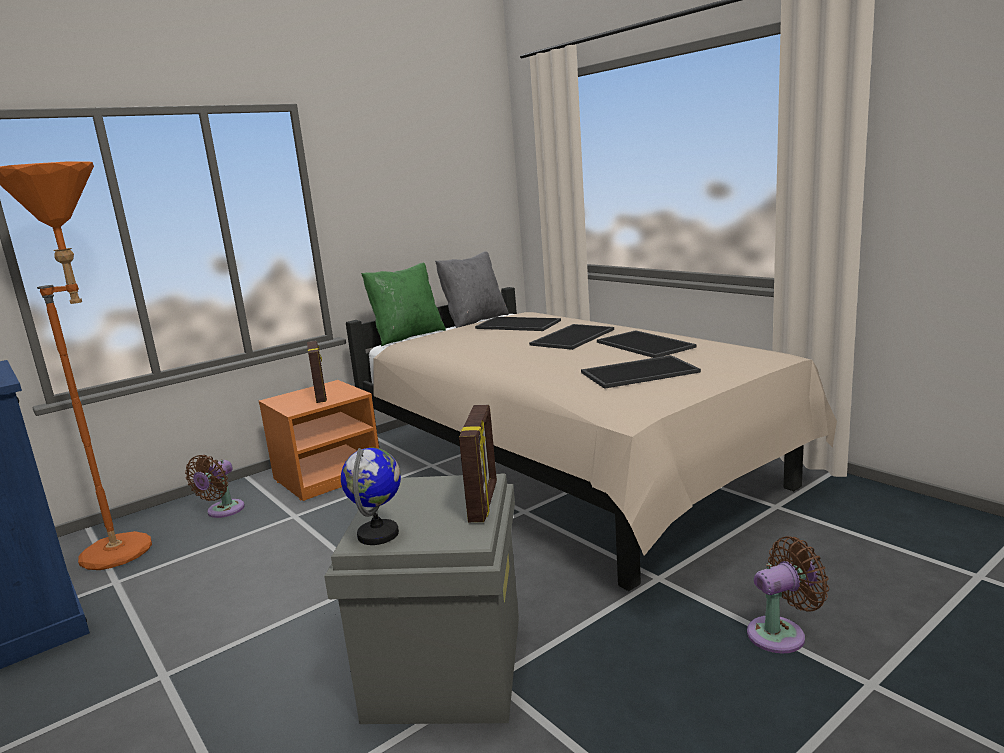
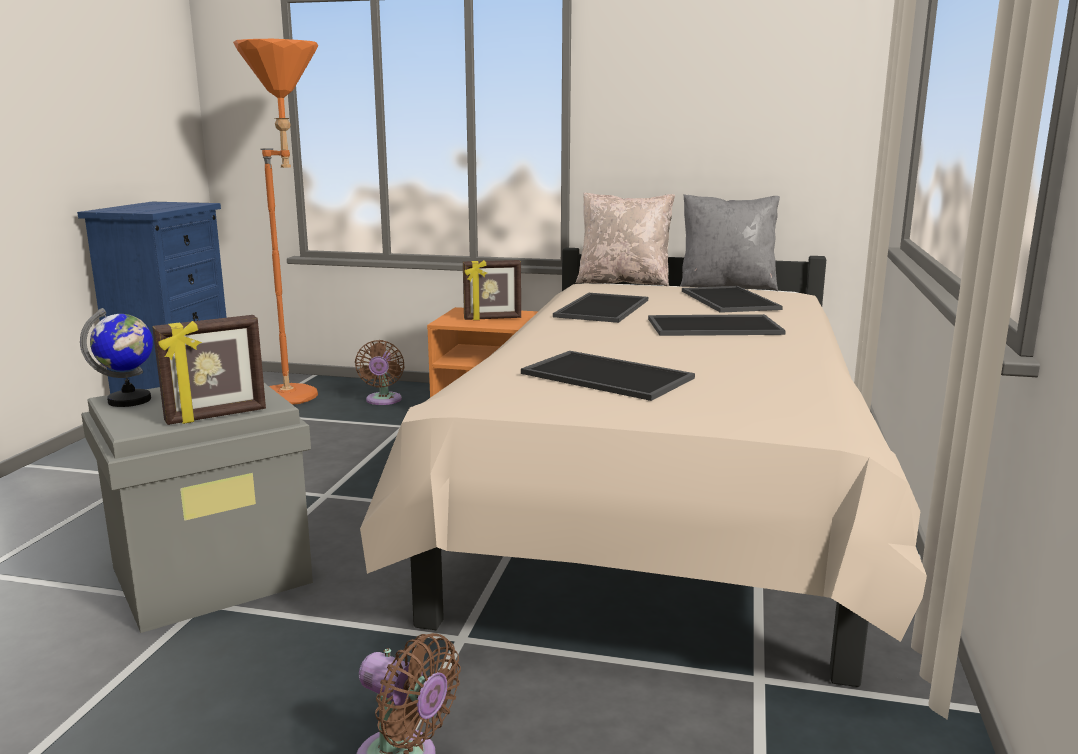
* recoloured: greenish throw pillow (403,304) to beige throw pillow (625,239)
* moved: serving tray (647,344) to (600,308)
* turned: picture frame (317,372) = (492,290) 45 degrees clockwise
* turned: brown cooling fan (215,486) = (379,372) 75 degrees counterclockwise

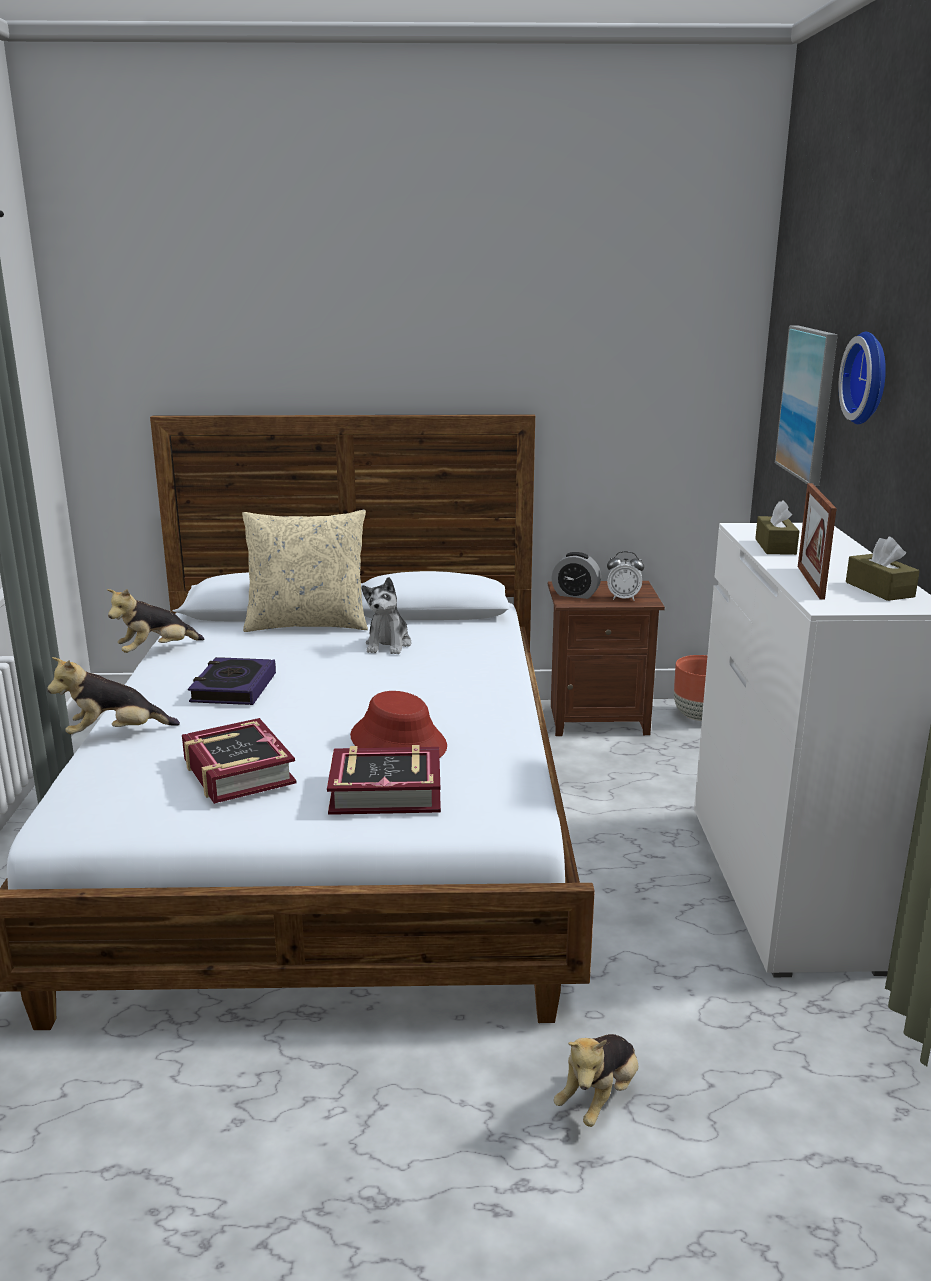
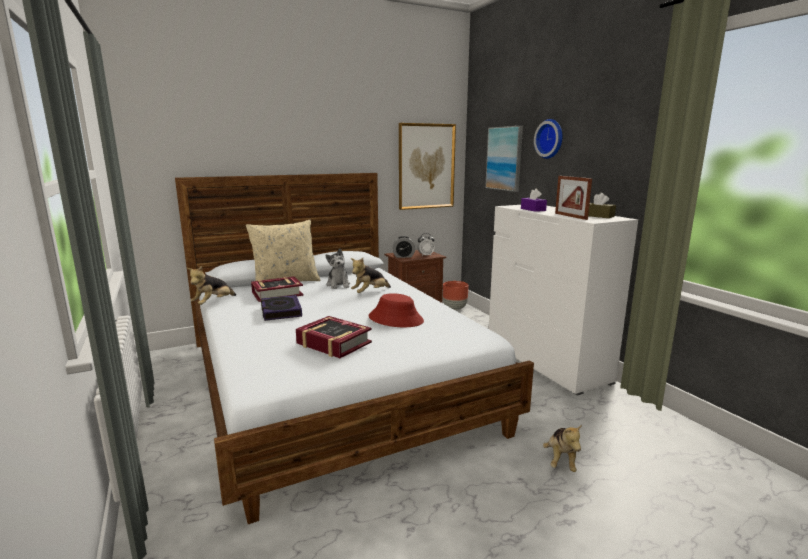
* recoloured: brown tissue holder (777,527) to purple tissue holder (534,200)
* moved: soft toy (113,695) to (371,275)
* moved: volume (384,780) to (277,289)
* added: picture (427,166)

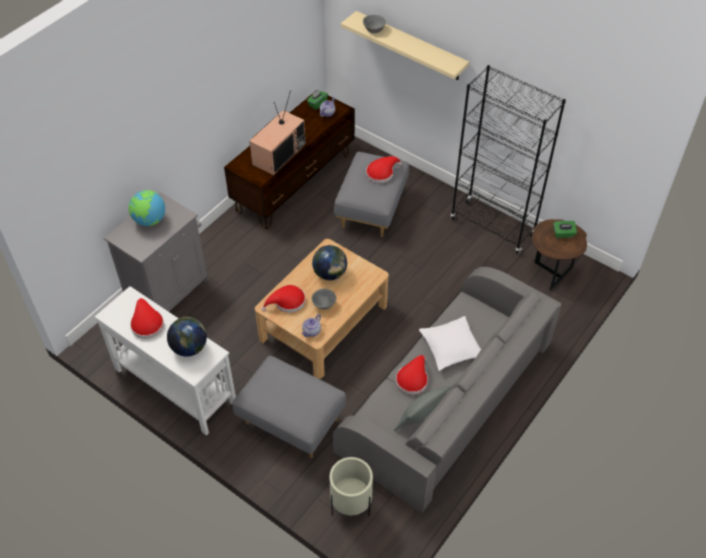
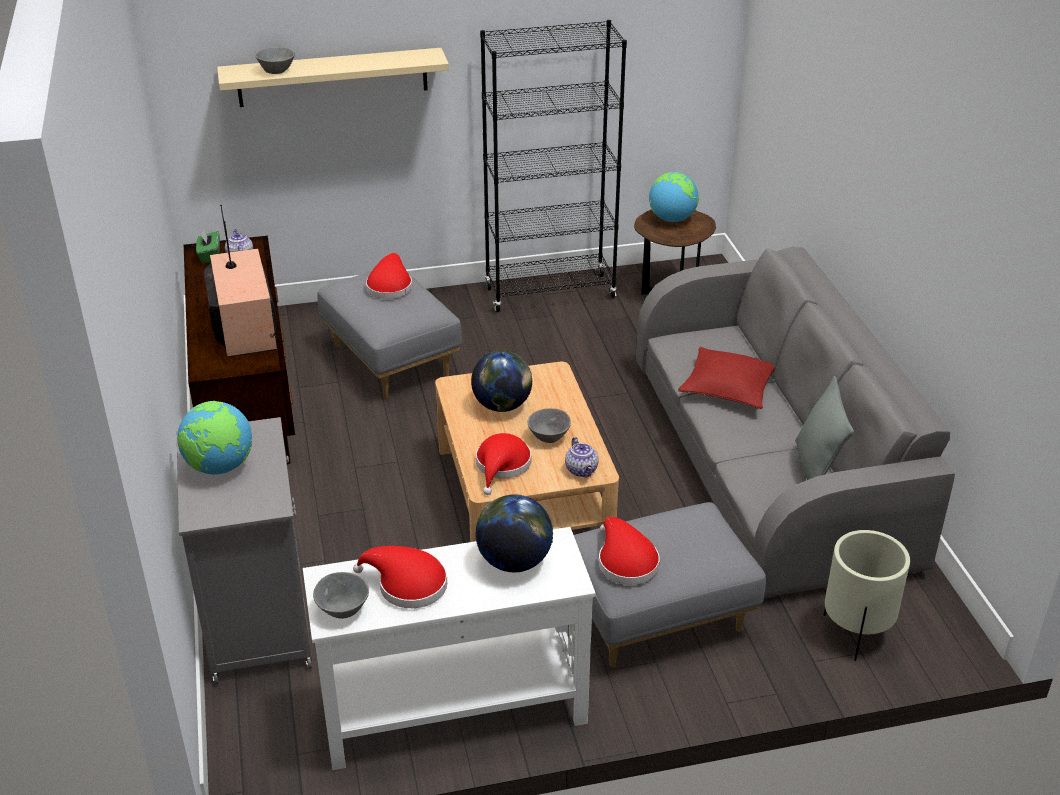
* replaced: greenish tissue holder (565,229) to desk globe (674,197)
* recoloured: white throw pillow (450,343) to red-coloured throw pillow (726,378)
* moved: red-coloured hat (412,375) to (629,551)
* added: gray serving bowl (341,595)

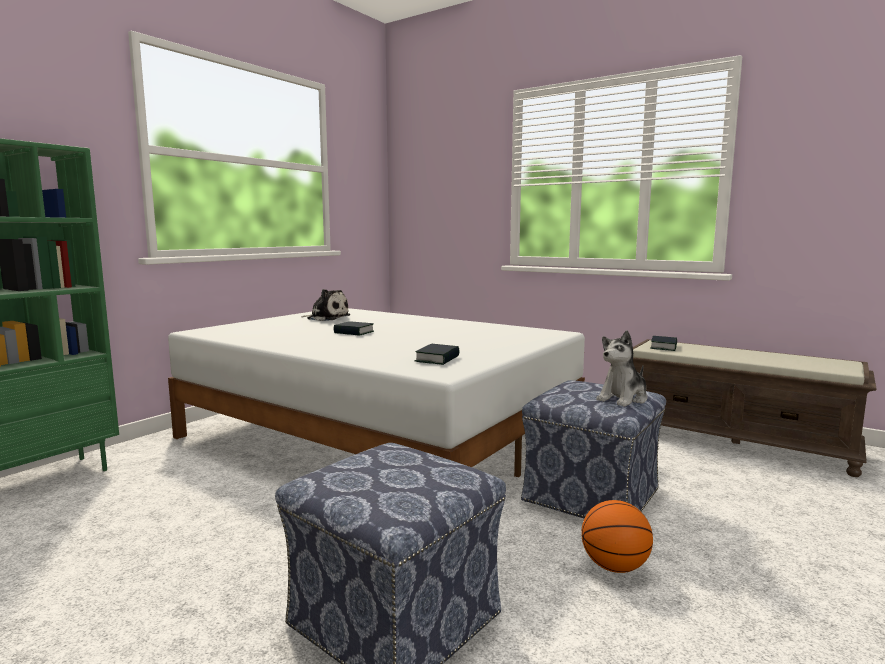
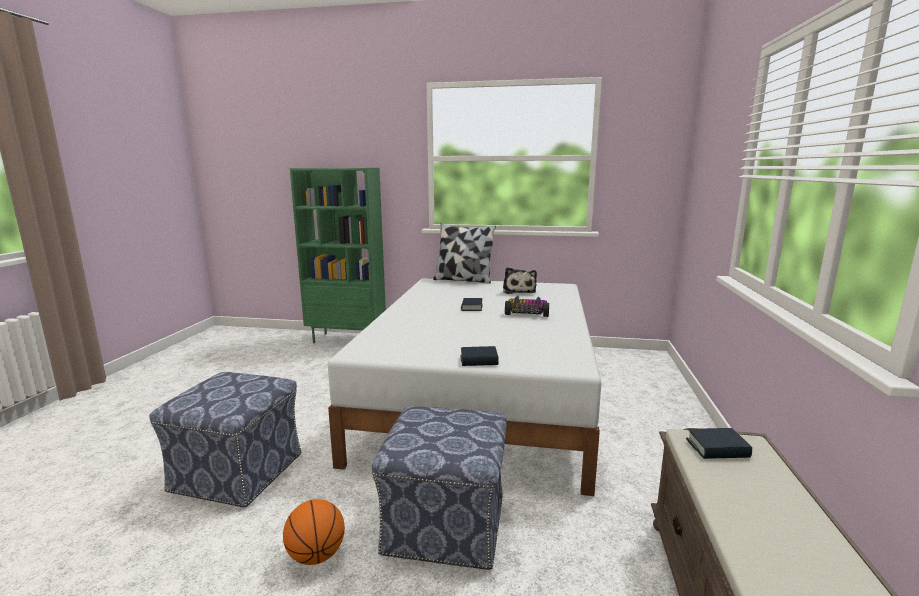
* removed: soft toy (622,368)
* moved: volume (437,354) to (479,356)
* added: throw pillow (464,253)
* added: miniature car (527,306)

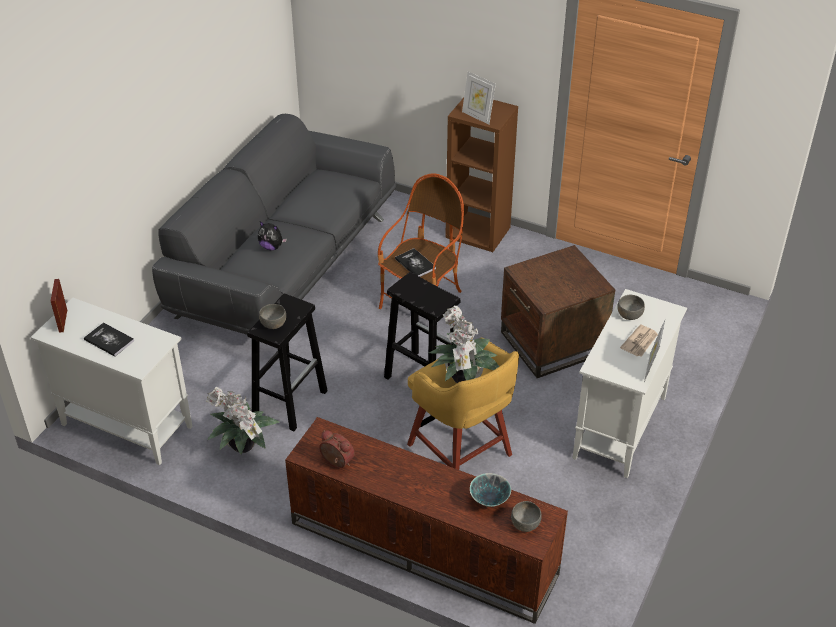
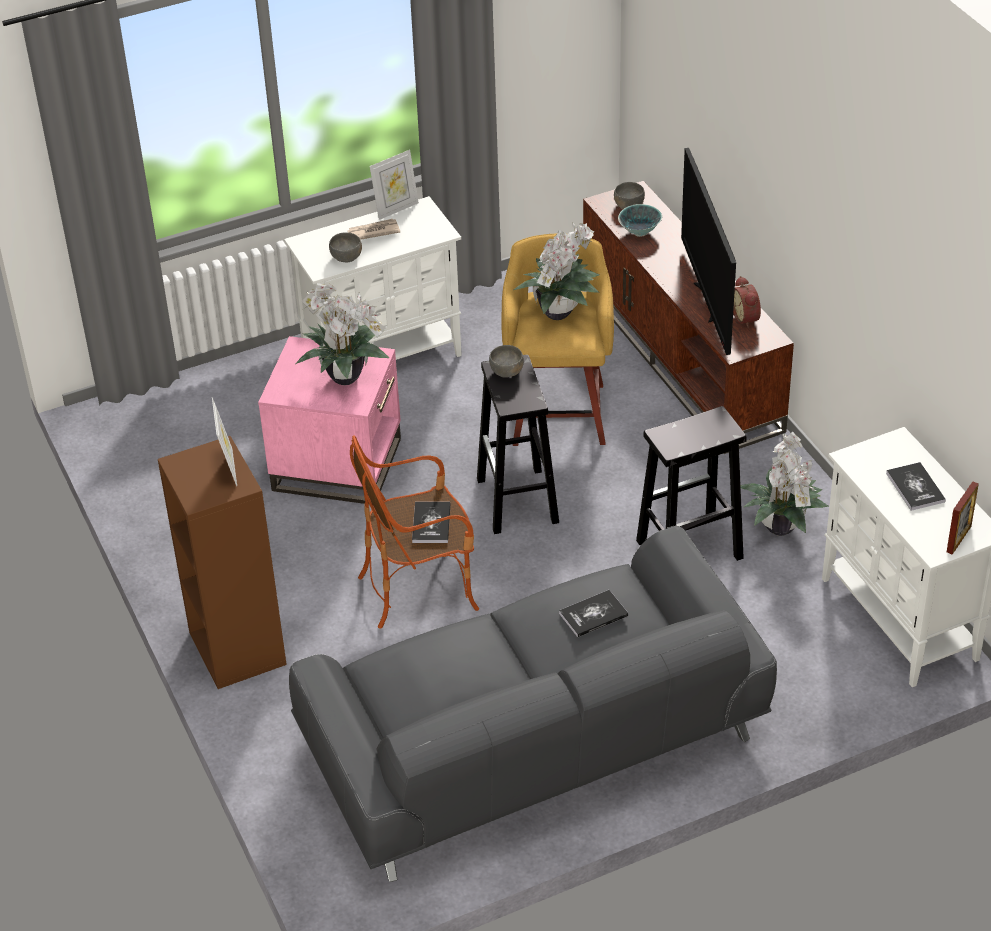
* replaced: soft toy (272,236) to volume (594,613)
* recoloured: brown side table (558,311) to pink-coloured side table (329,420)
* moved: gray serving bowl (272,316) to (506,361)
* added: TV set (708,251)
* added: plant in a pot (342,334)

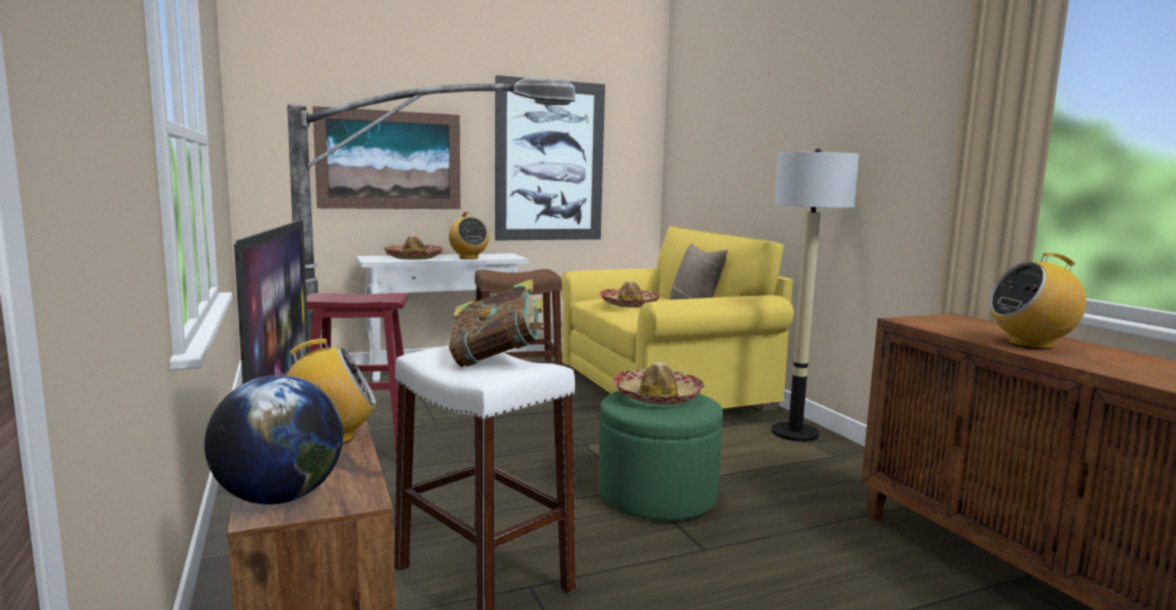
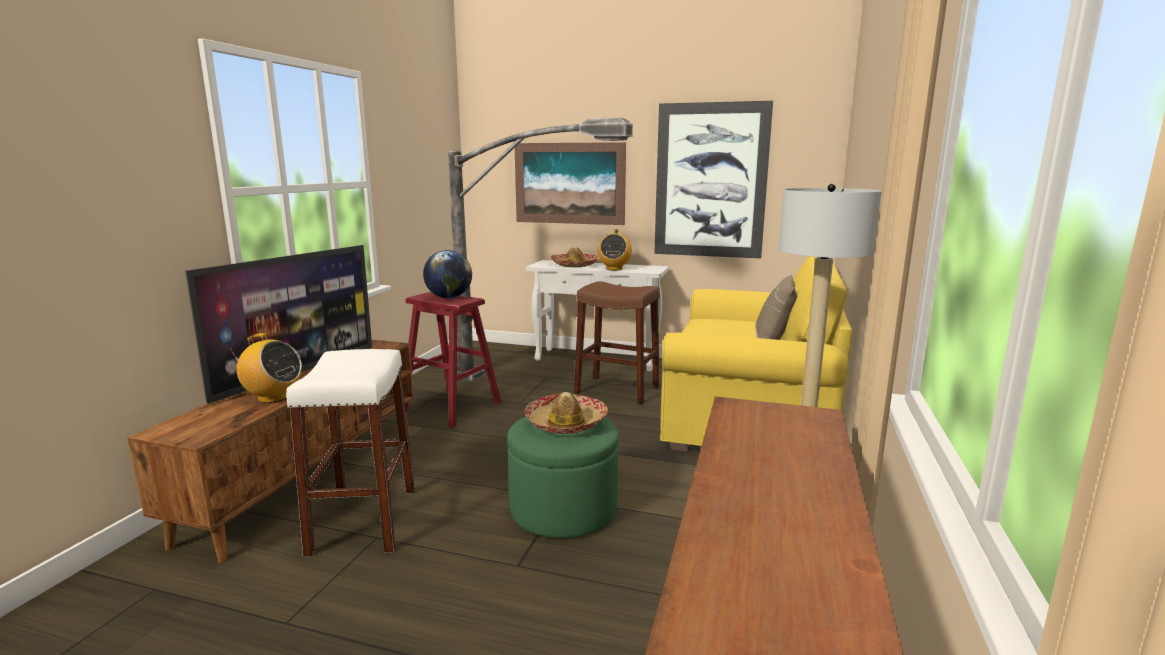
* removed: radio receiver (1037,301)
* removed: volume (496,323)
* removed: hat (630,294)
* moved: desk globe (273,439) to (447,274)

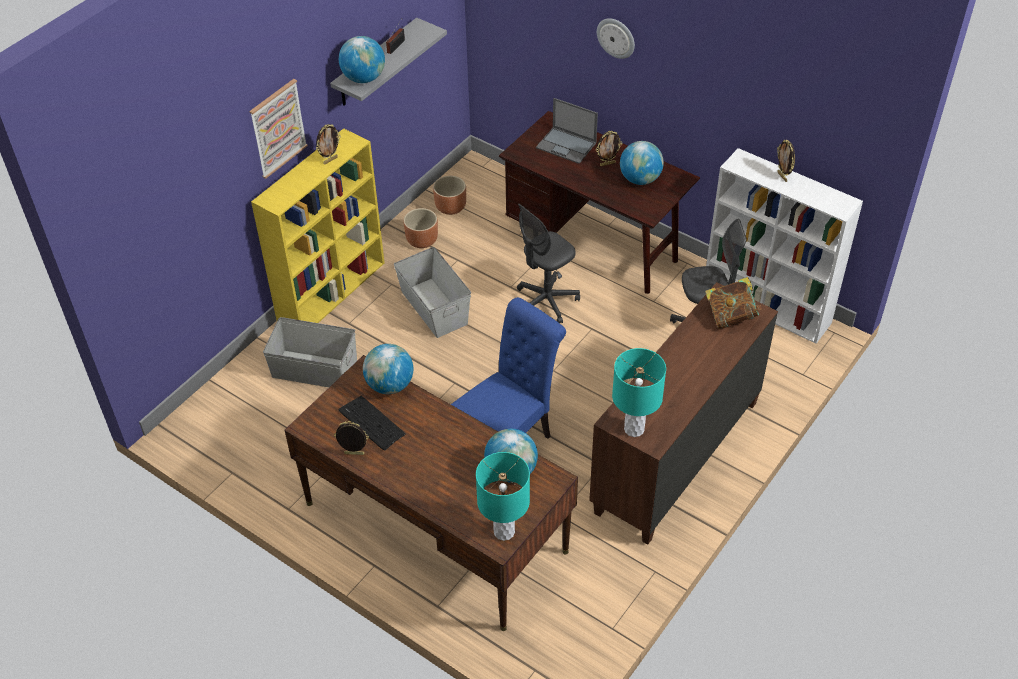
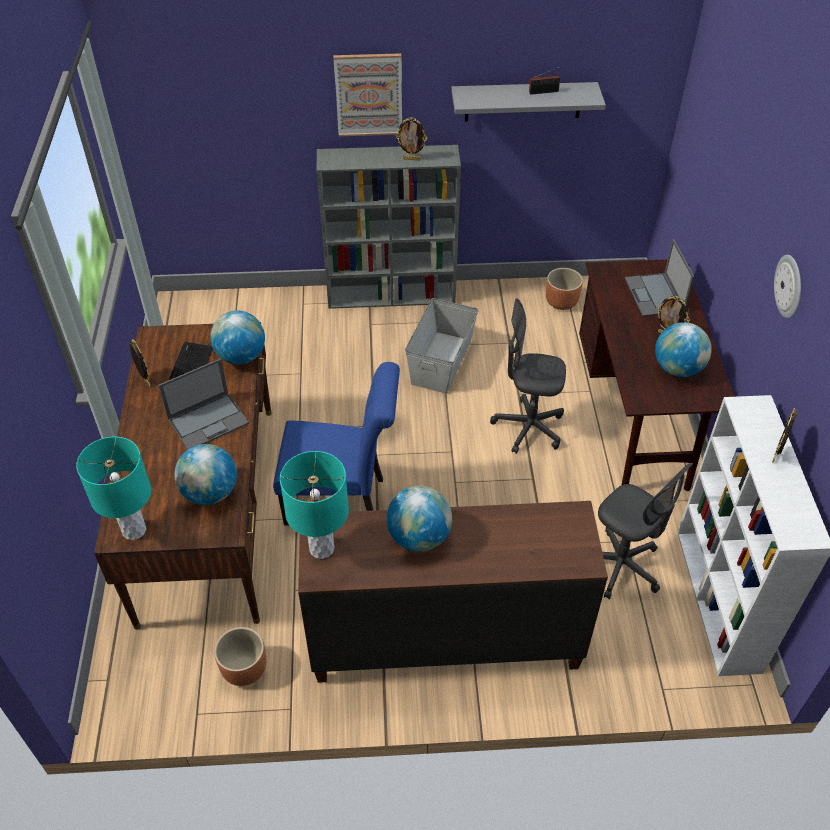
* moved: hanging clock (616,38) to (787,286)
* moved: desk globe (362,59) to (419,519)
* recoloured: yellow bookcase (318,225) to gray bookcase (388,227)
* moved: brown flower pot (421,228) to (240,656)
* removed: volume (734,303)
* removed: gray storage box (310,352)
* added: notebook computer (204,404)

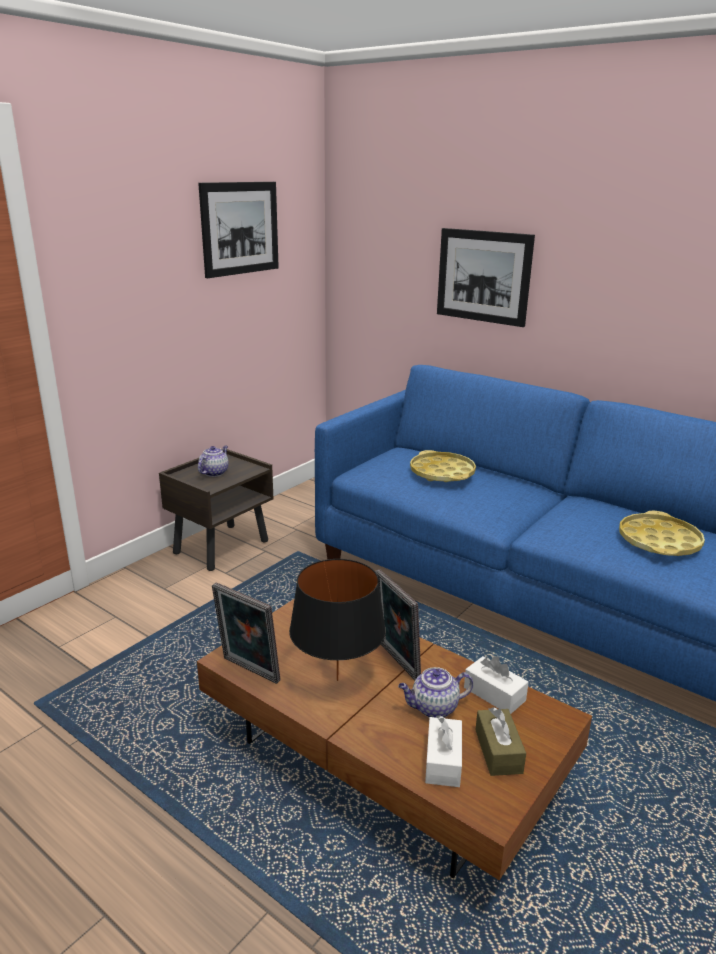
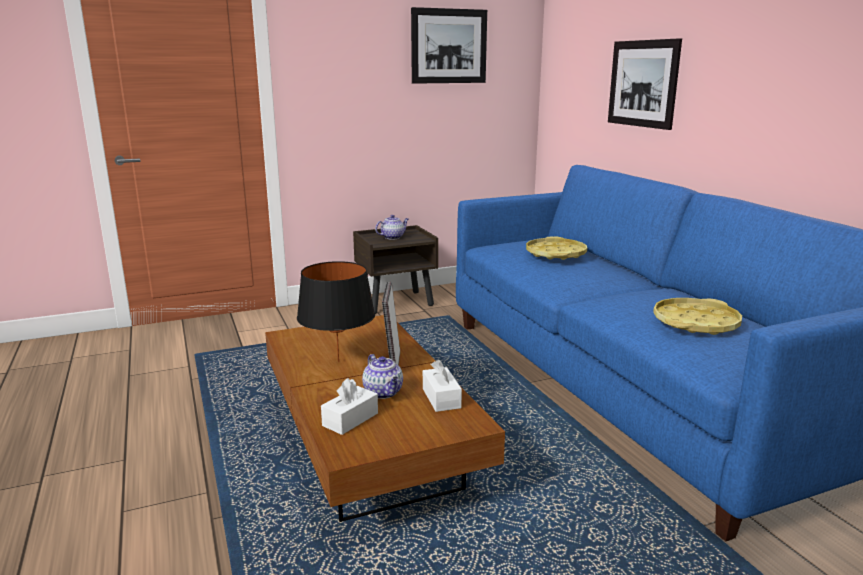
* removed: picture frame (246,633)
* turned: teapot (435,692) = (382,376) 135 degrees counterclockwise
* removed: brown tissue holder (501,741)

